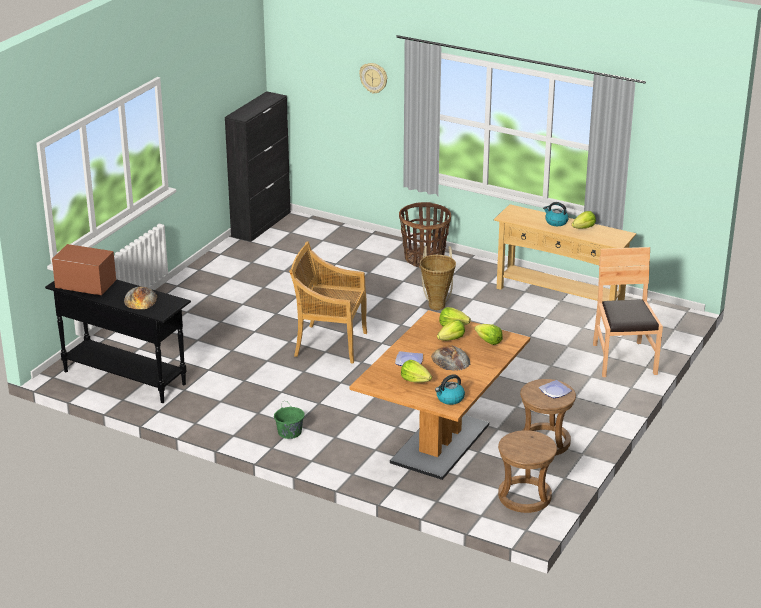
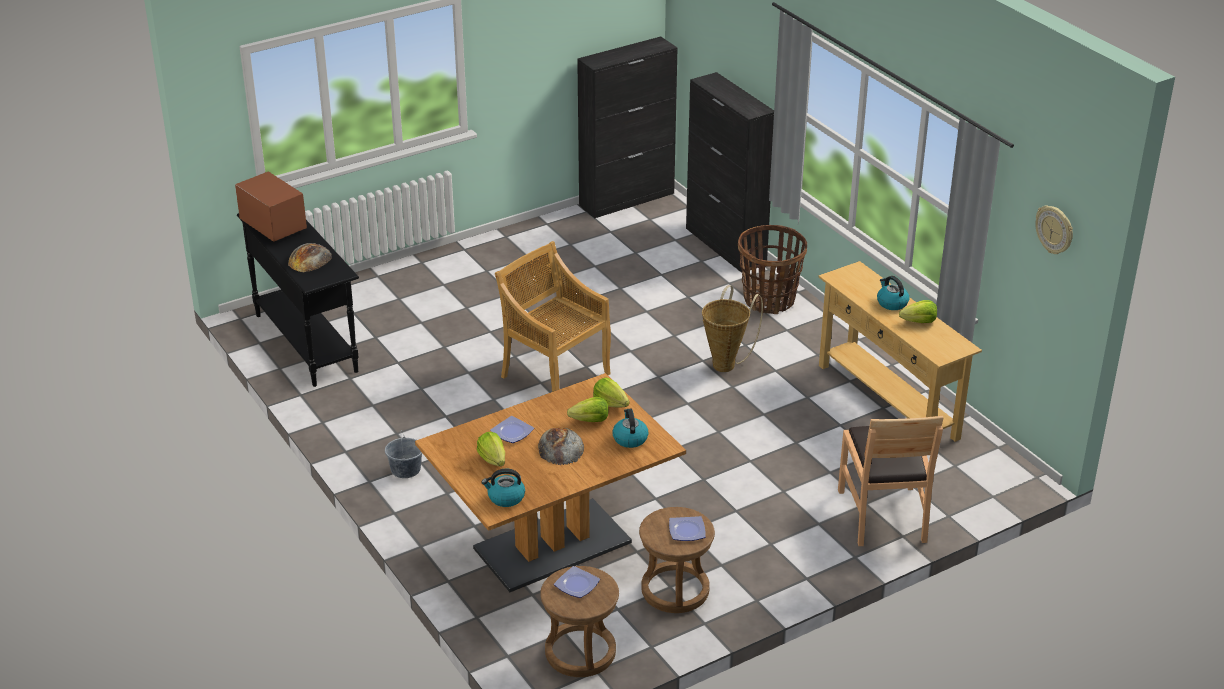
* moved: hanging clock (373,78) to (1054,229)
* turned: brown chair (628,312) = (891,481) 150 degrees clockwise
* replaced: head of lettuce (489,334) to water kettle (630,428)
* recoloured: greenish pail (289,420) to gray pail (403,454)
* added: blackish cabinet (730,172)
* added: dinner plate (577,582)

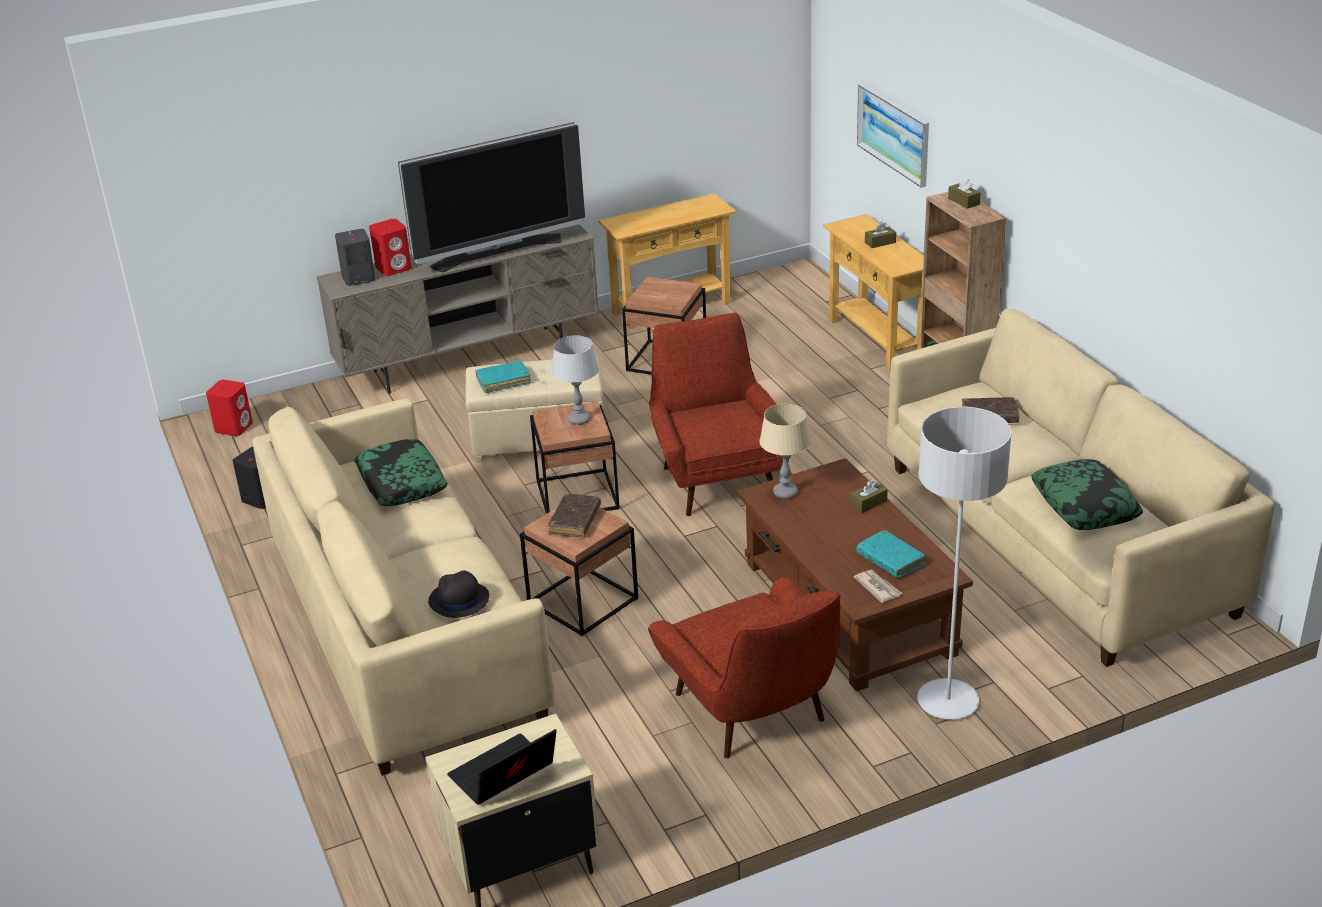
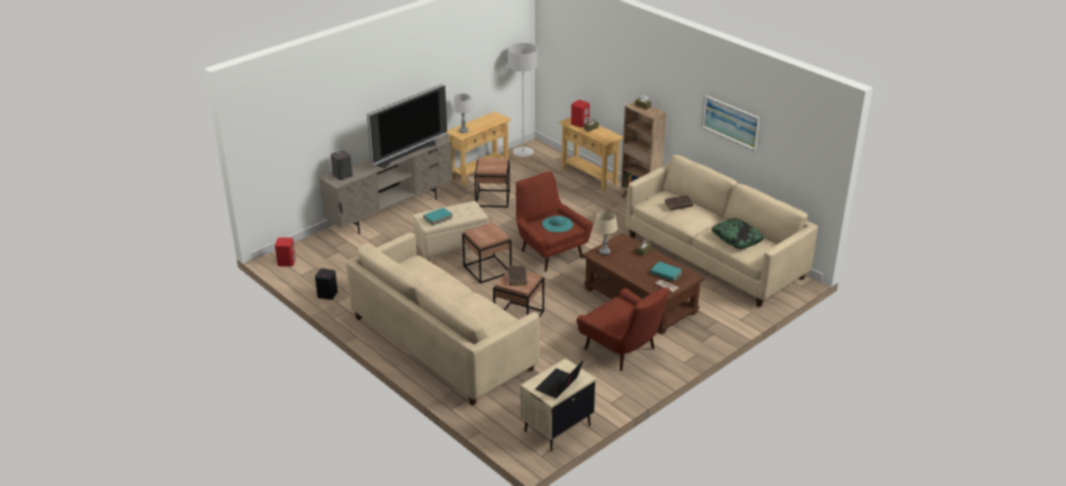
* moved: picture (893,136) to (730,123)
* moved: red-coloured audio speaker (390,247) to (580,114)
* moved: gray lamp for a table (575,380) to (463,113)
* moved: gray floor lamp (964,563) to (522,100)
* removed: throw pillow (400,472)
* removed: blackish hat (458,594)
* added: blue-green hat (557,224)

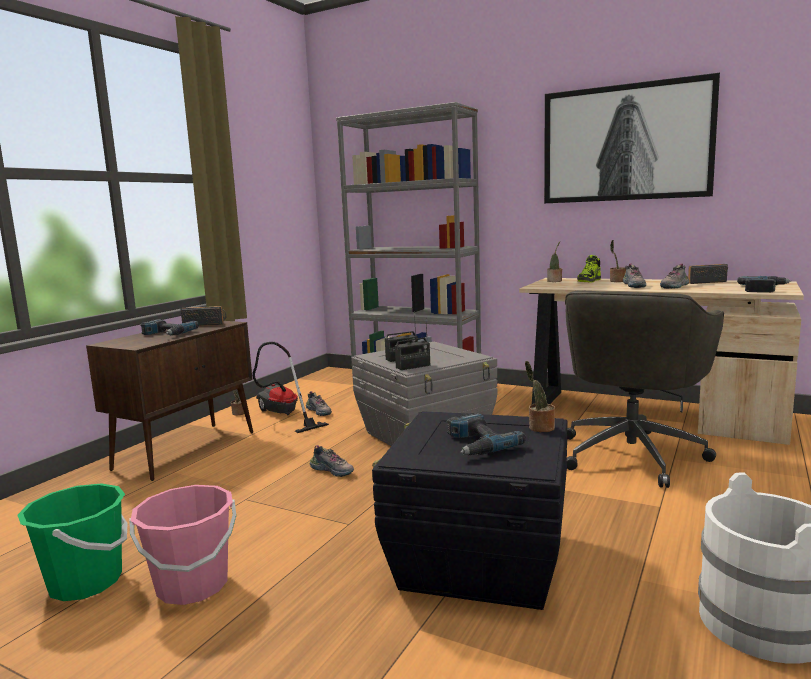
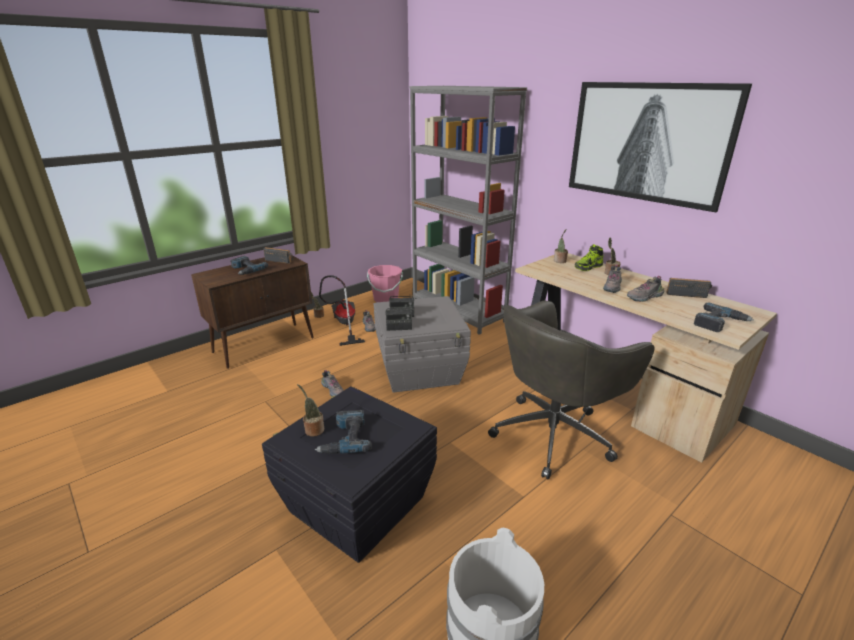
* moved: plant in a pot (540,396) to (310,410)
* removed: greenish pail (72,542)
* moved: pink-coloured pail (182,545) to (385,283)

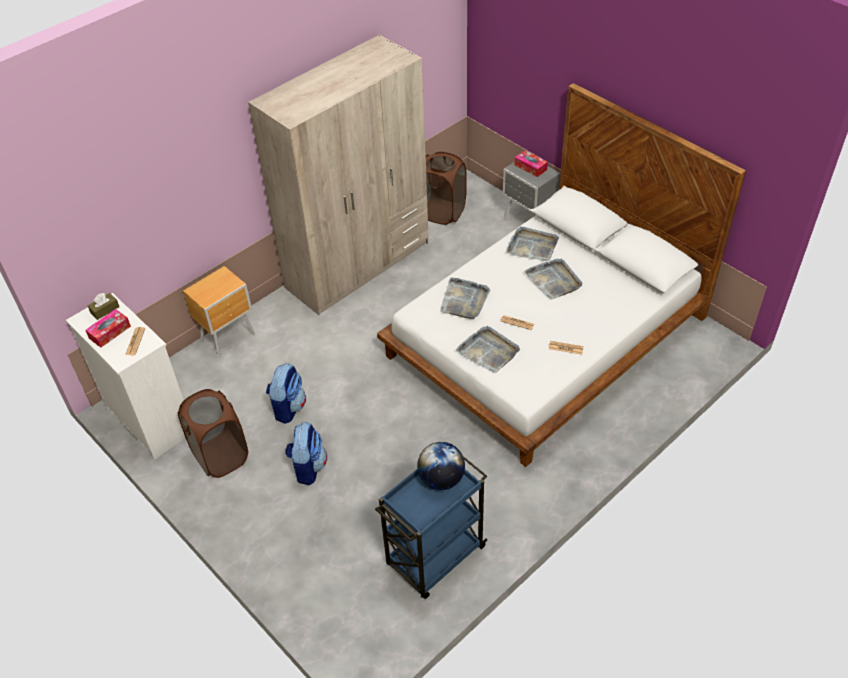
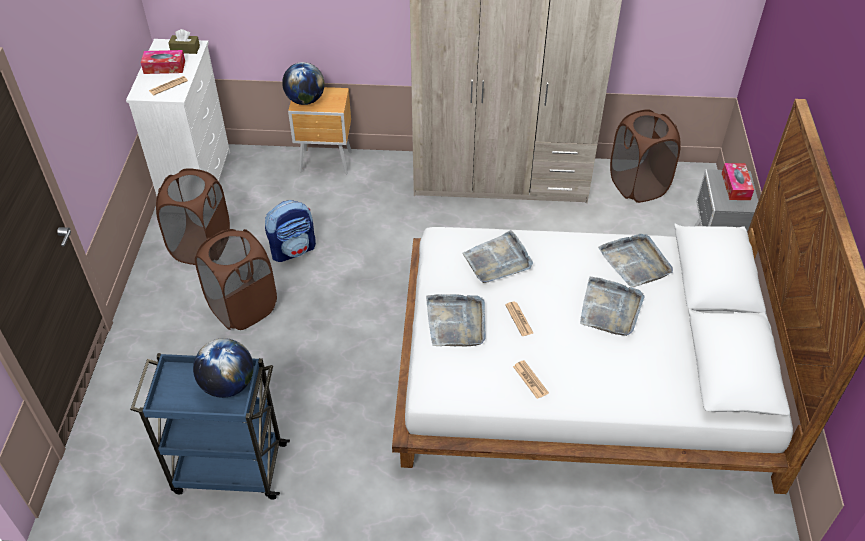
* replaced: knapsack (306,453) to brown hamper (236,279)
* added: desk globe (303,83)

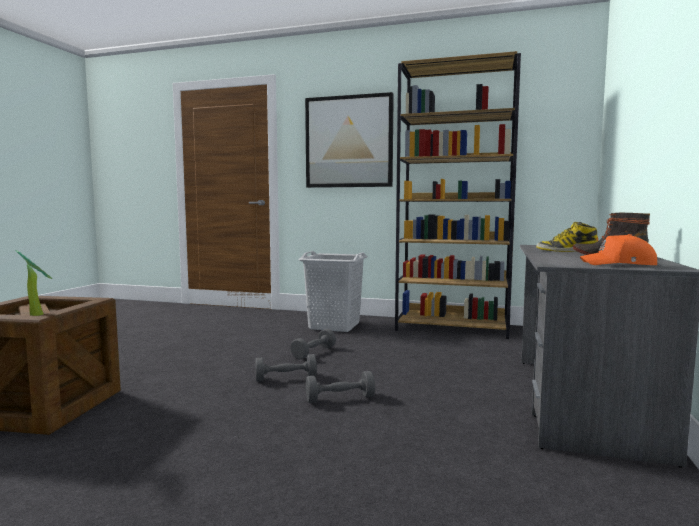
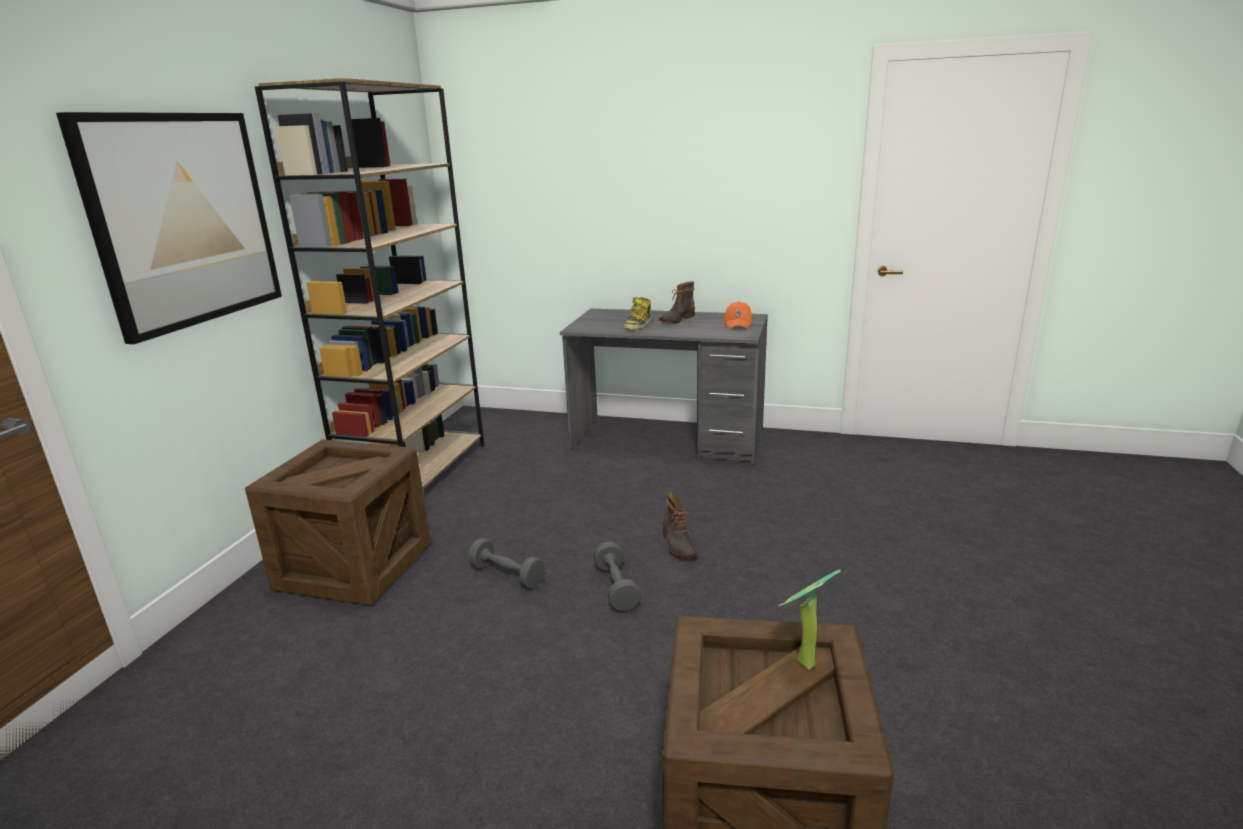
* replaced: gray hamper (333,291) to crate (338,522)
* replaced: gray hand weight (340,387) to tall boot (680,525)

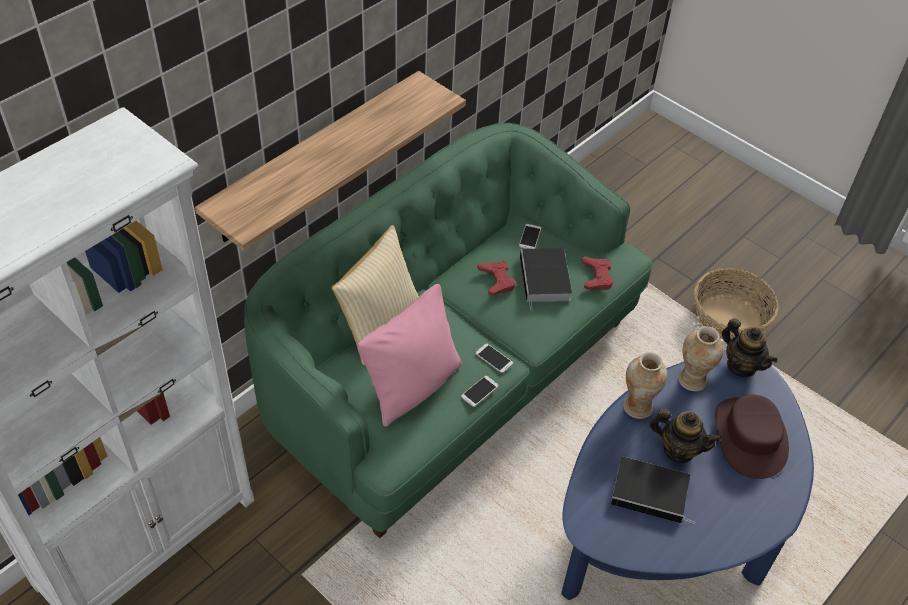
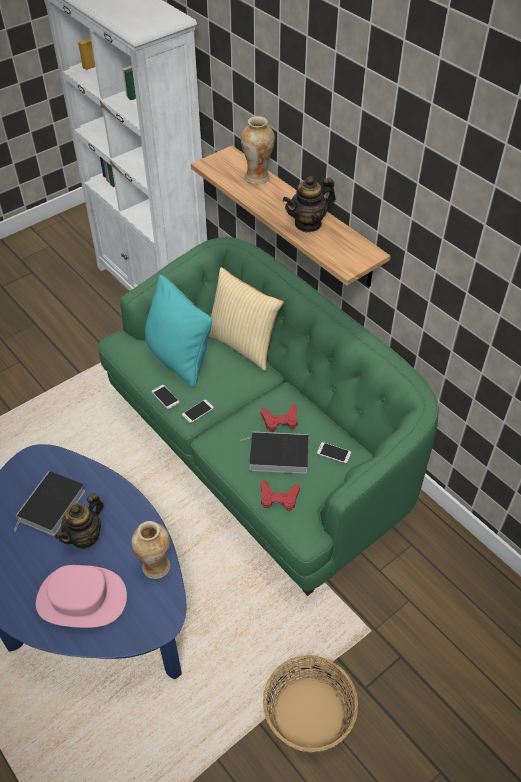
* recoloured: pink-coloured throw pillow (409,355) to blue-green throw pillow (178,331)
* moved: teapot (749,347) to (309,204)
* moved: flower vase (645,385) to (258,150)
* recoloured: brown hat (752,437) to pink-coloured hat (81,596)

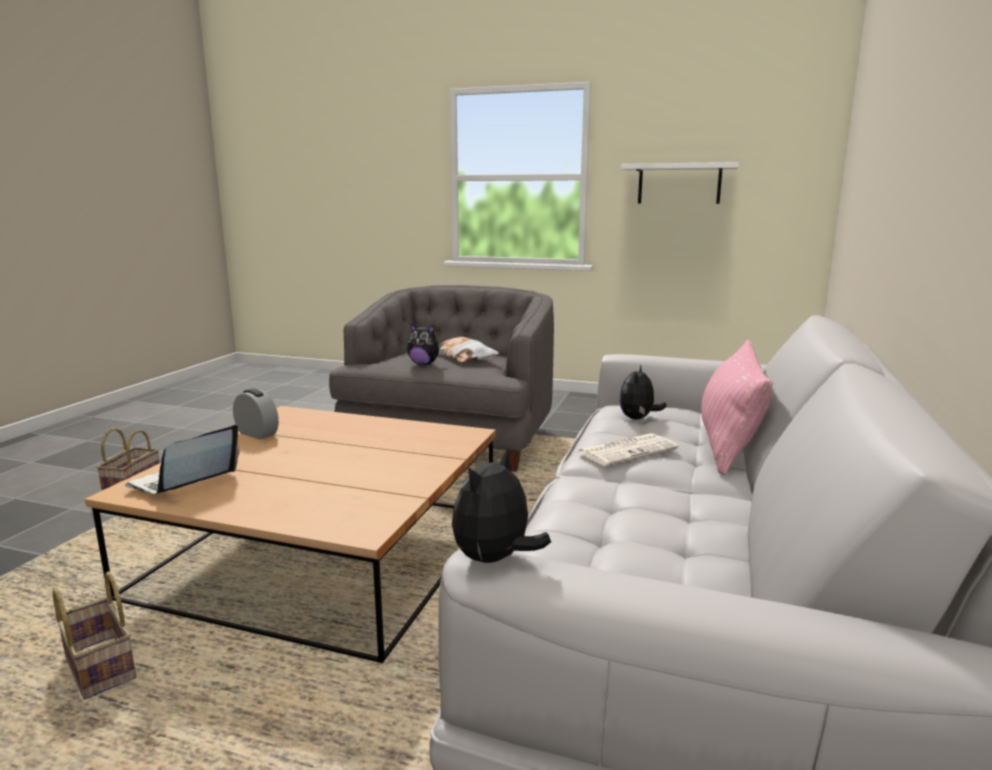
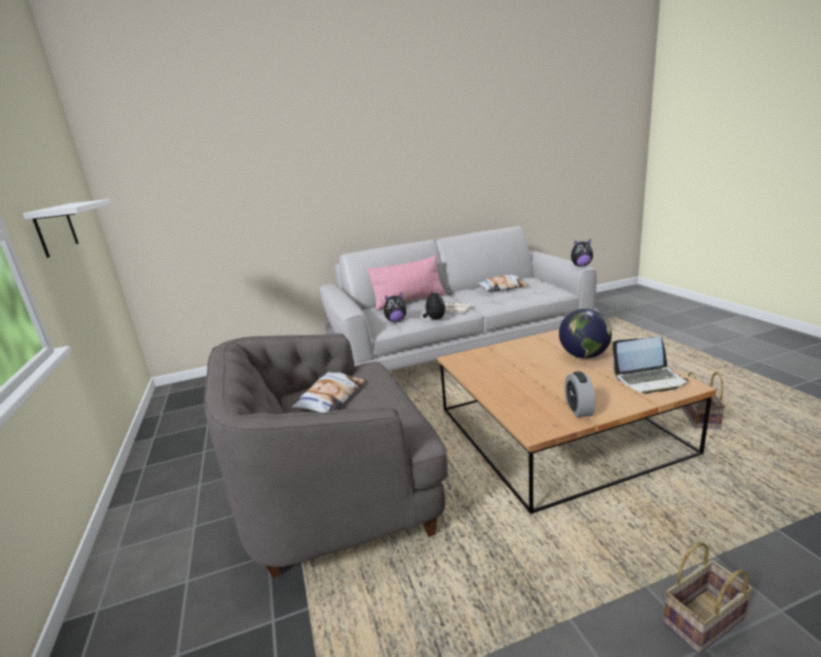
* moved: soft toy (425,344) to (434,305)
* added: throw pillow (503,283)
* added: desk globe (585,333)

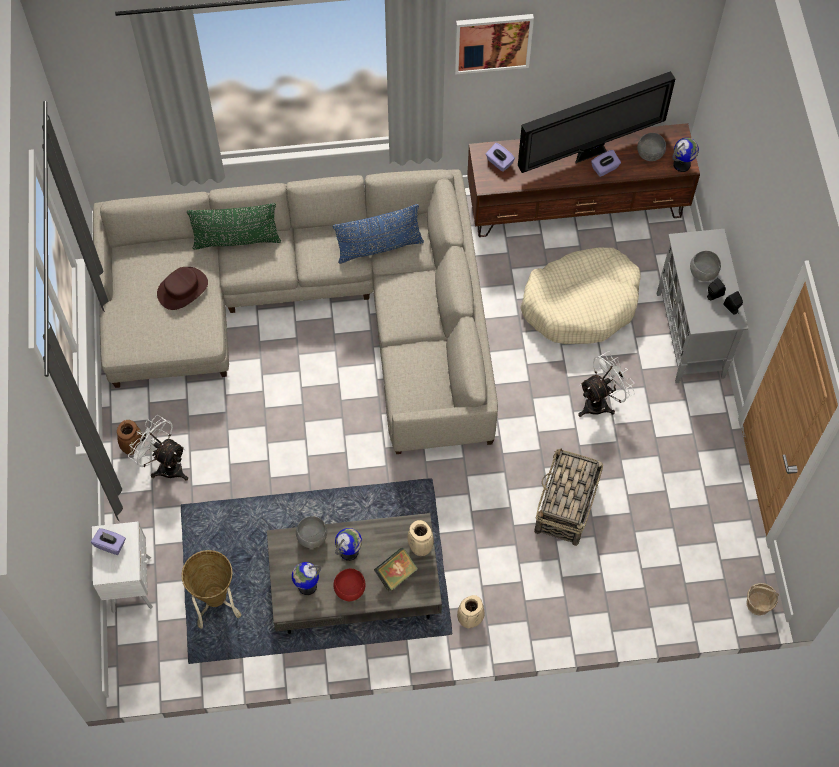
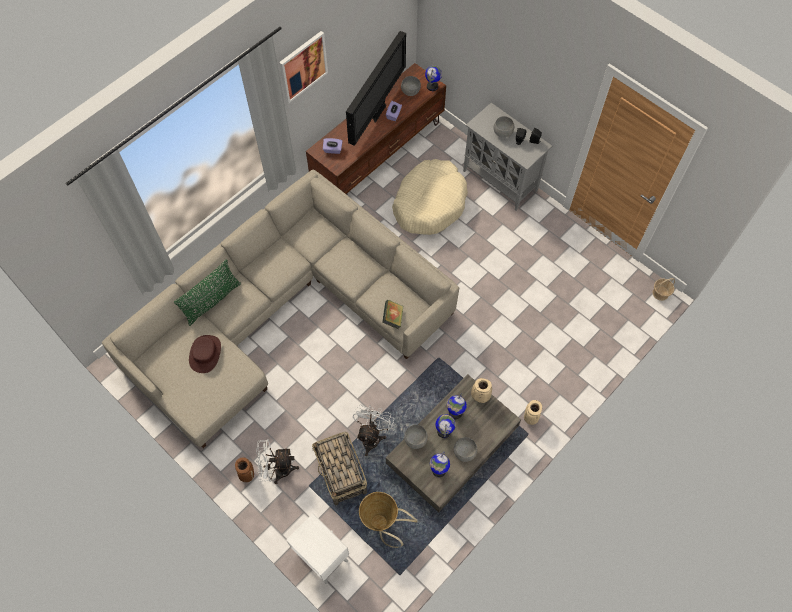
* removed: blue throw pillow (378,234)
* moved: white cooling fan (606,384) to (373,430)
* moved: household basket (568,497) to (339,468)
* removed: purple tissue holder (108,541)
* moved: volume (396,569) to (392,314)
* recoloured: red-coloured serving bowl (349,585) to gray serving bowl (465,449)
* added: desk globe (457,406)

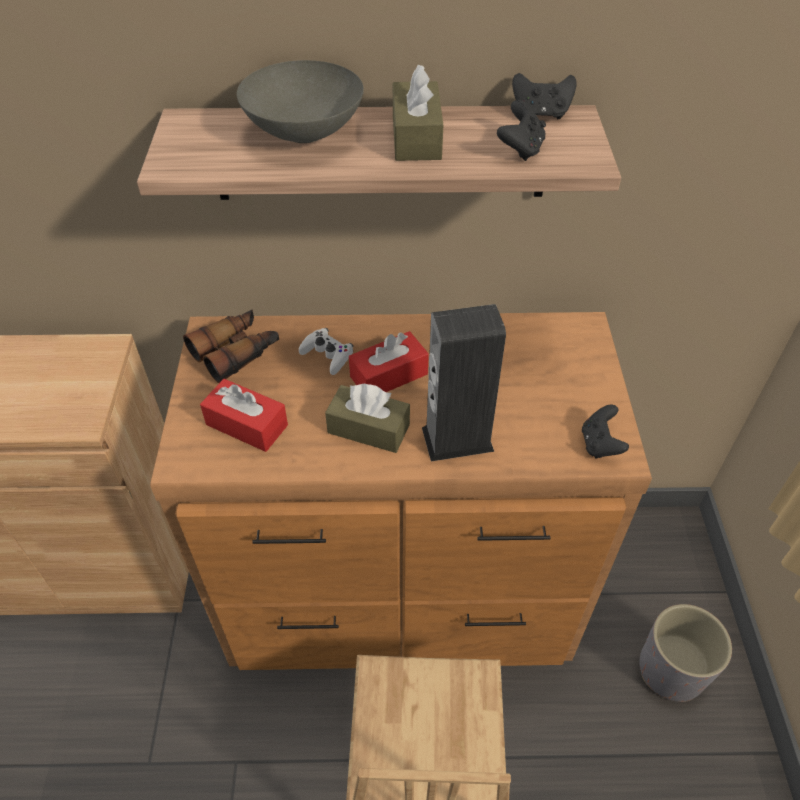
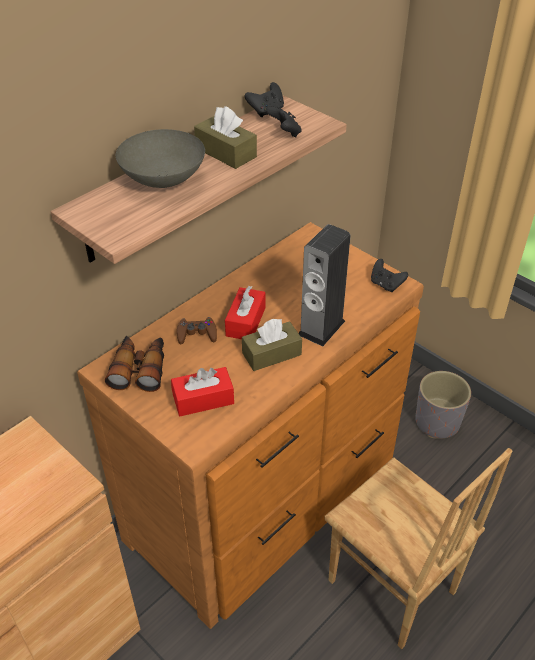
* recoloured: white game controller (326,351) to brown game controller (197,330)

